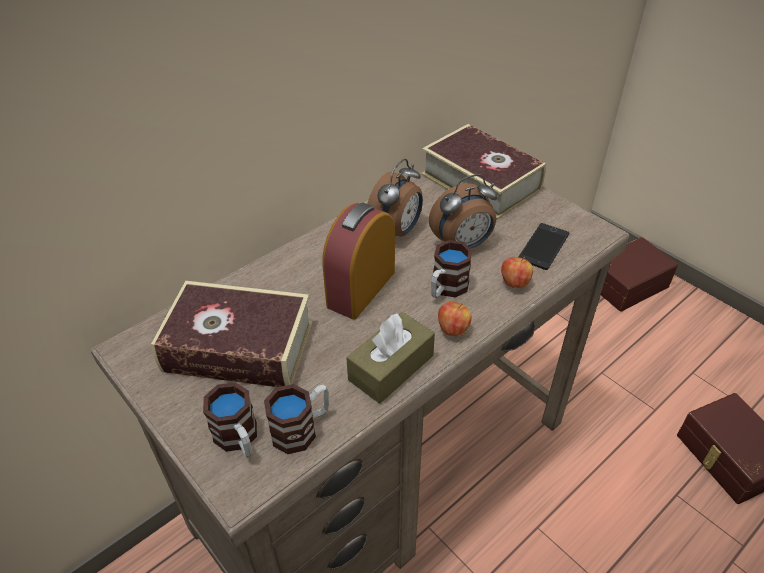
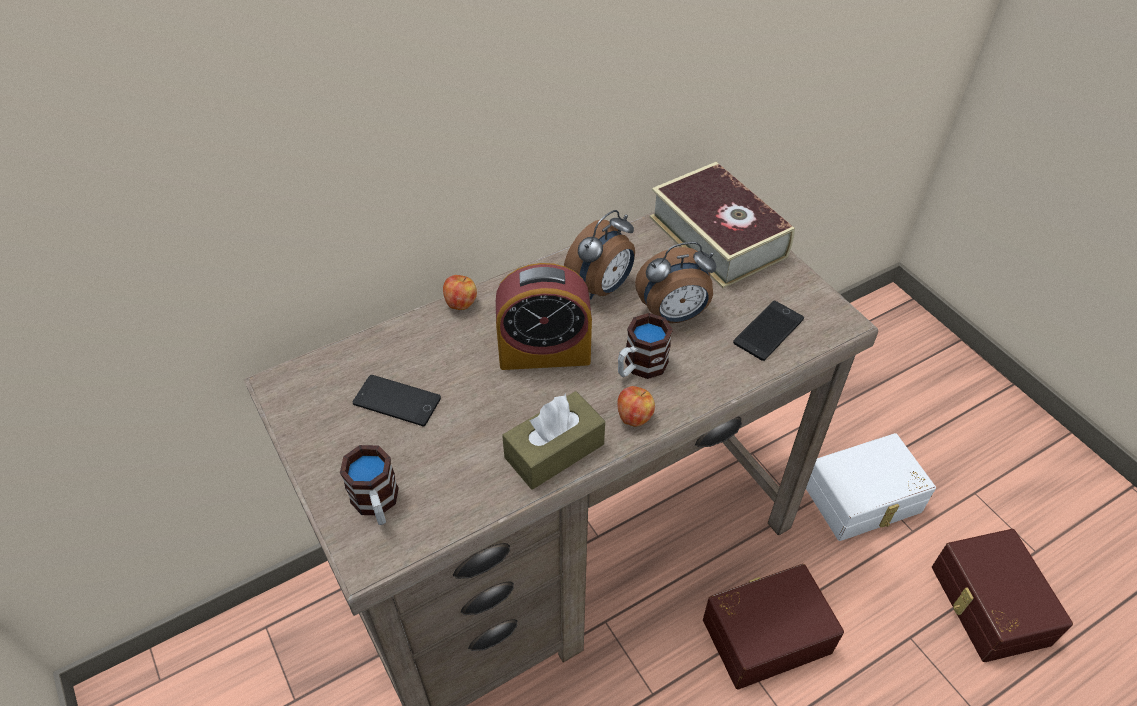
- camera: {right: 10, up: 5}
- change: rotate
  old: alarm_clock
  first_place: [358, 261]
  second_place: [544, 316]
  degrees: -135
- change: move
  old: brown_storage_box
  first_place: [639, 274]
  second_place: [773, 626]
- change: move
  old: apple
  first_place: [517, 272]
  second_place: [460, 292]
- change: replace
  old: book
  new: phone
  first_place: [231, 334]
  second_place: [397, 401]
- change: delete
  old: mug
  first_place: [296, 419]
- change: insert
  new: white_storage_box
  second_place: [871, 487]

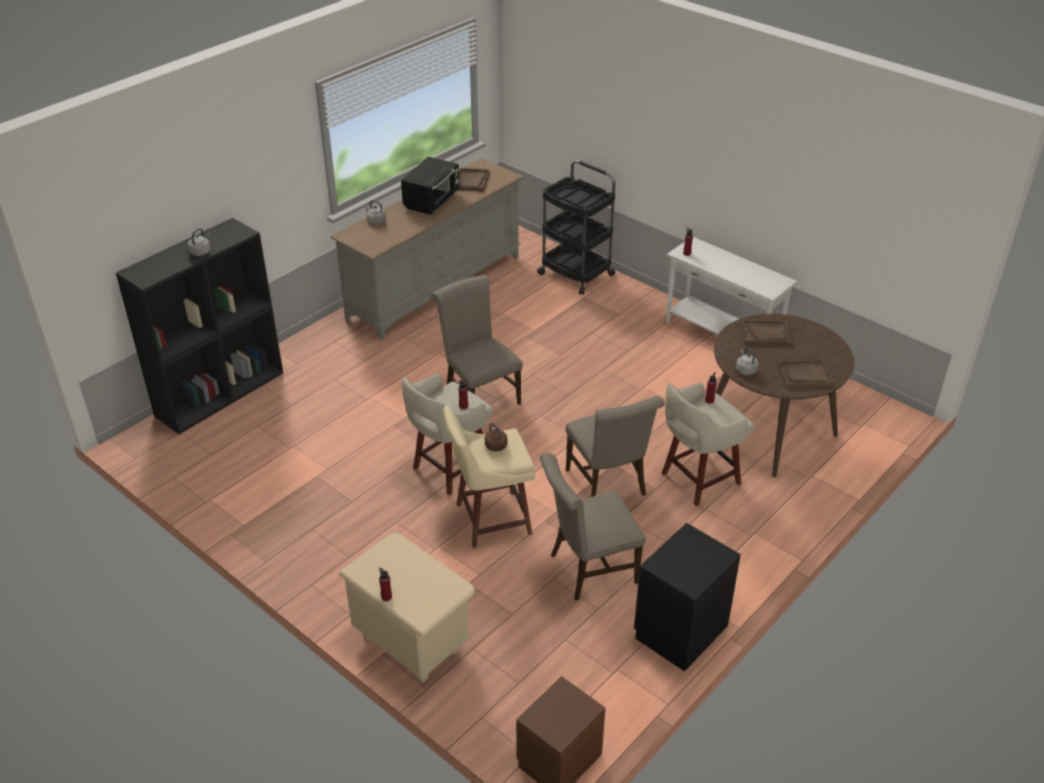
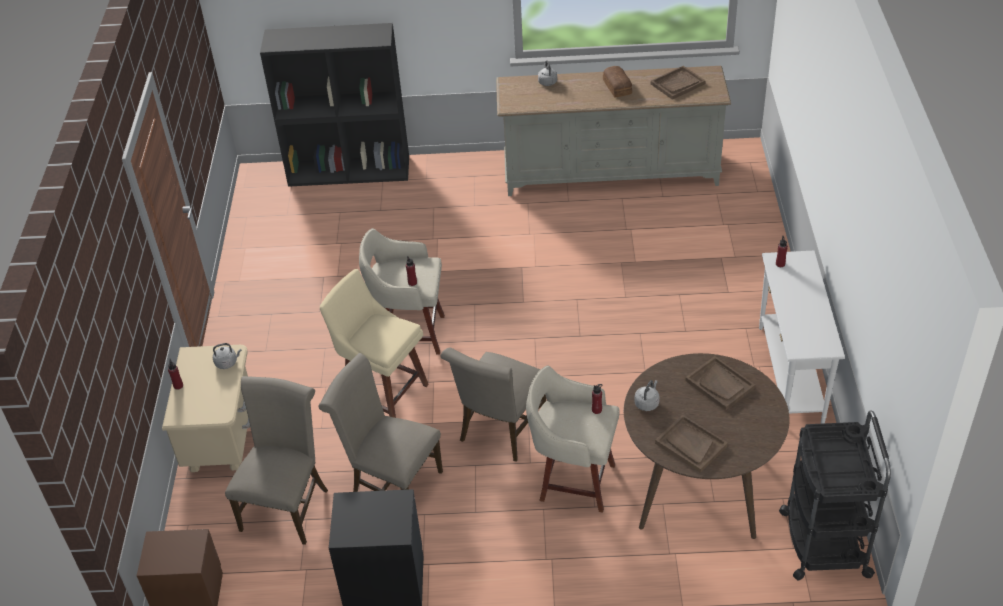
- camera: {right: 50, up: 5}
- change: replace
  old: black_microwave
  new: bread
  first_place: [430, 186]
  second_place: [617, 81]
- change: move
  old: black_cart
  first_place: [576, 227]
  second_place: [835, 496]
- change: move
  old: grey_kettle
  first_place: [199, 242]
  second_place: [227, 356]
- change: move
  old: beige_chair
  first_place: [476, 339]
  second_place: [276, 460]
- change: delete
  old: brown_kettle
  first_place: [496, 437]

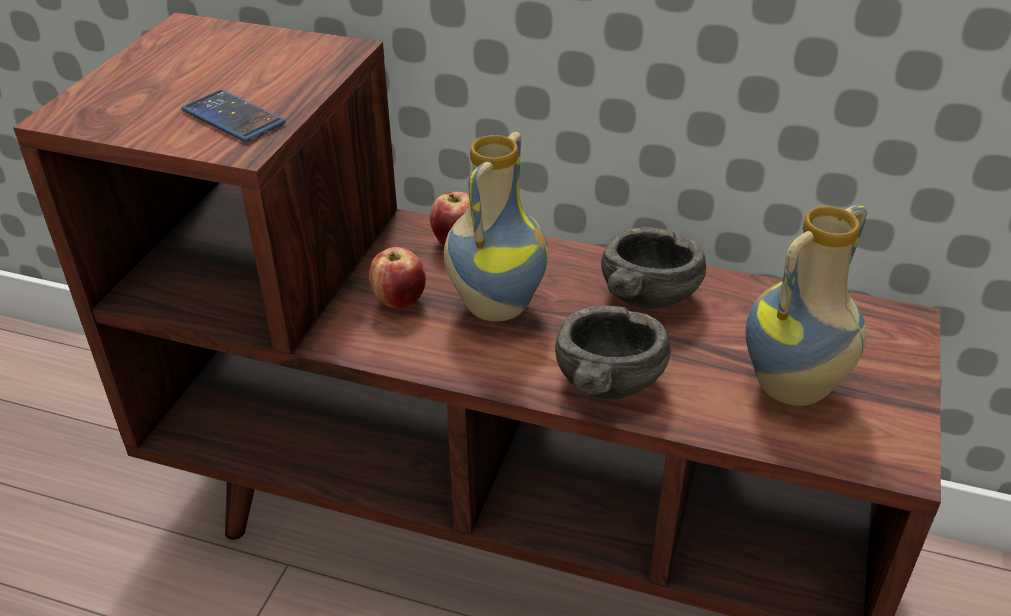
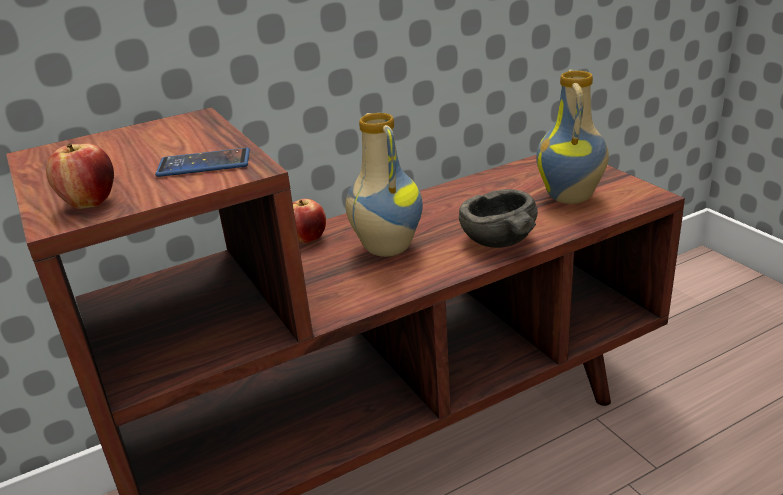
- camera: {right: -45, up: -10}
- change: delete
  old: grey_bowl
  first_place: [653, 268]
- change: move
  old: apple
  first_place: [397, 278]
  second_place: [80, 176]

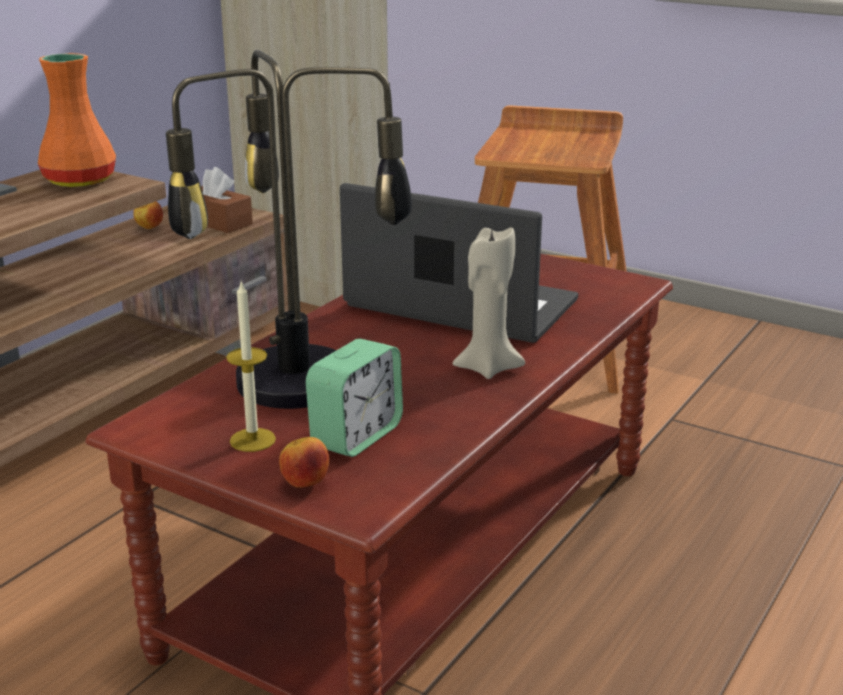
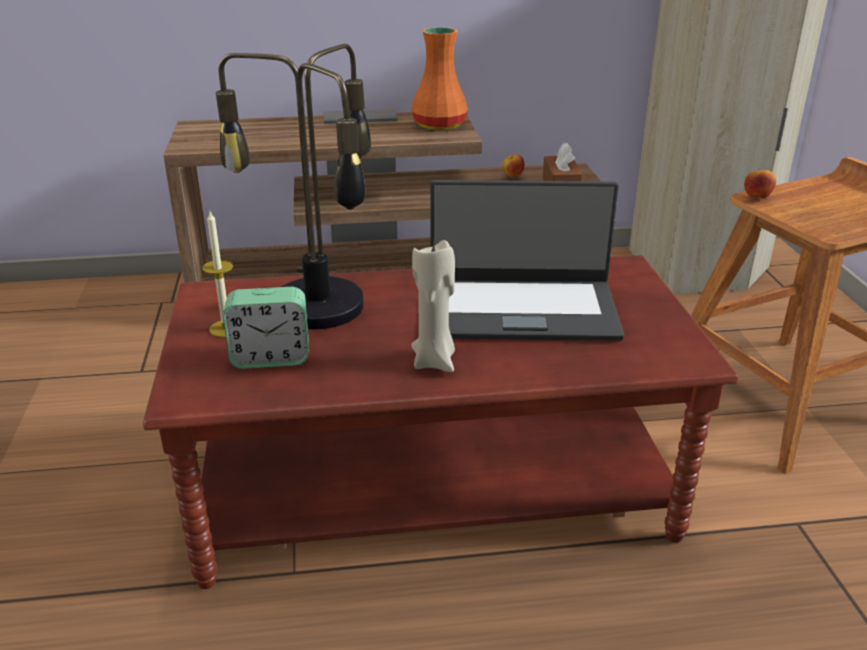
- camera: {right: 50, up: 5}
- change: rotate
  old: laptop
  first_place: [459, 263]
  second_place: [527, 260]
  degrees: 105
- change: move
  old: apple
  first_place: [304, 462]
  second_place: [760, 184]

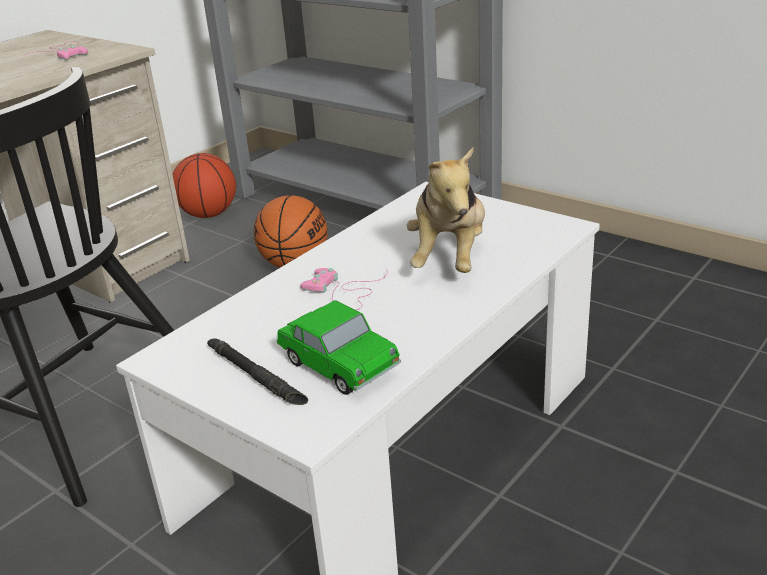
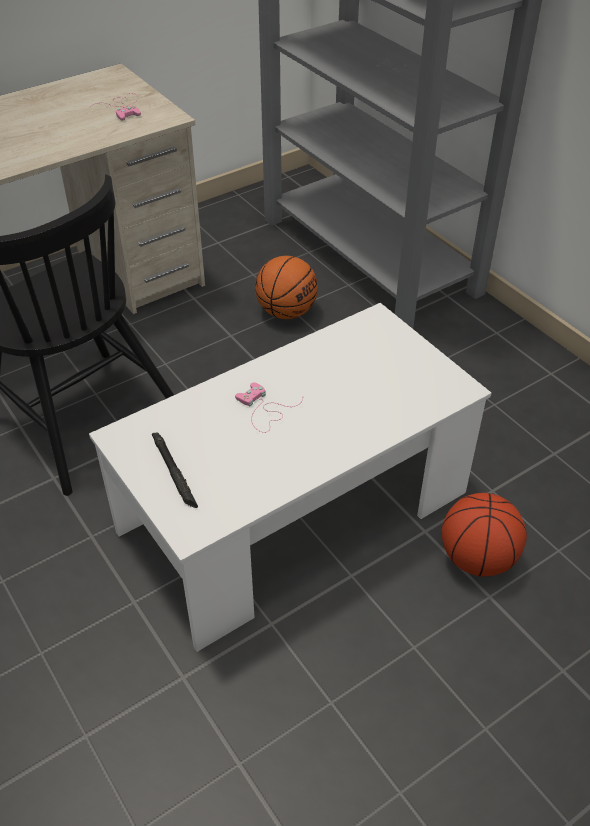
- camera: {right: 15, up: 15}
- change: delete
  old: plush_toy
  first_place: [446, 210]
- change: move
  old: basketball
  first_place: [204, 185]
  second_place: [484, 535]
- change: delete
  old: toy_car
  first_place: [339, 347]

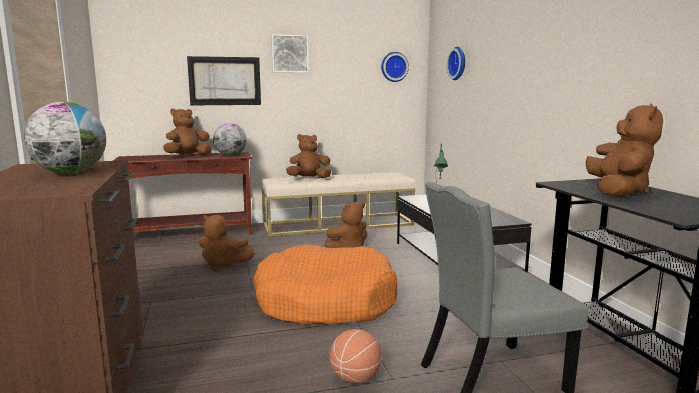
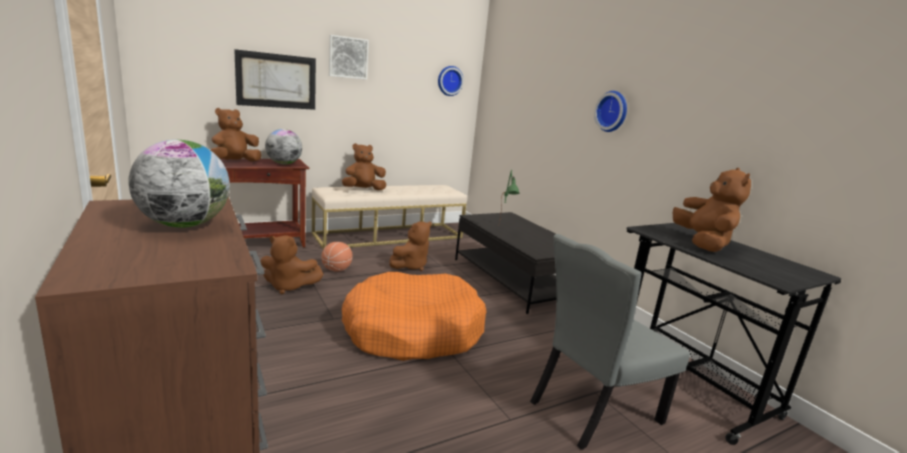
- camera: {right: -15, up: 5}
- change: move
  old: wall_clock
  first_place: [456, 63]
  second_place: [610, 111]
- change: move
  old: basketball
  first_place: [356, 356]
  second_place: [336, 257]

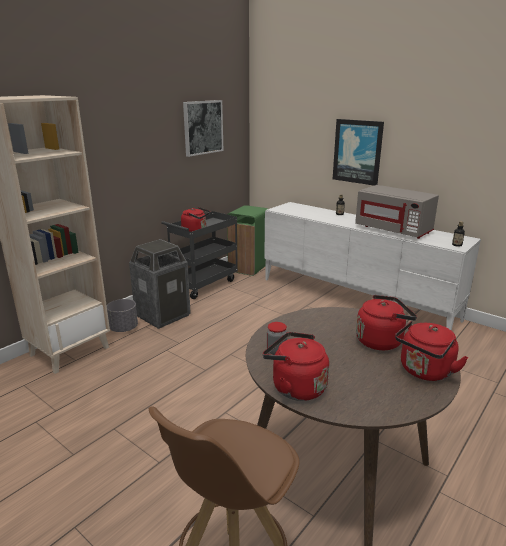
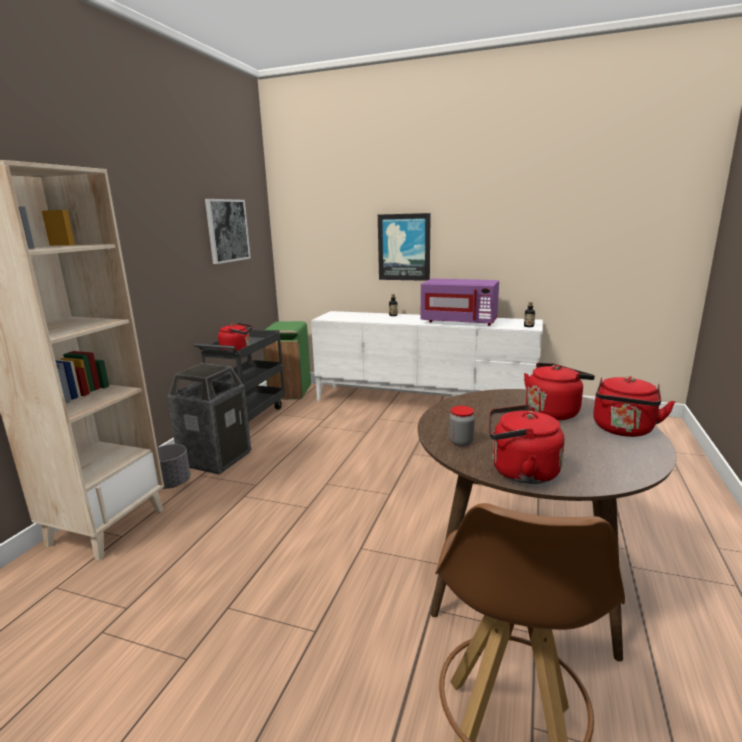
- camera: {right: -20, up: -5}
- change: recolor
  old: grey_microwave
  new: purple_microwave
  first_place: [397, 212]
  second_place: [460, 302]

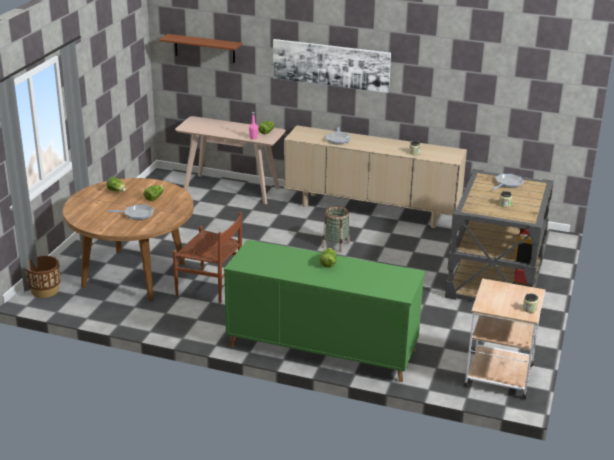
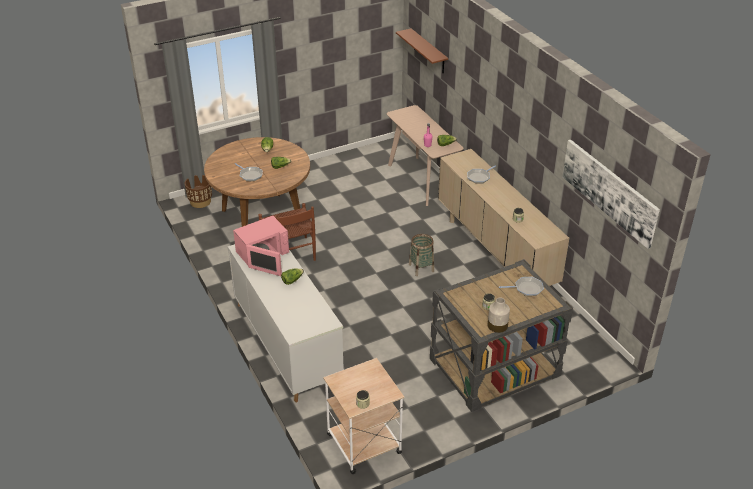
- camera: {right: 45, up: 10}
- change: move
  old: picture
  first_place: [332, 66]
  second_place: [611, 194]
- change: recolor
  old: green_dresser
  new: white_dresser
  first_place: [324, 311]
  second_place: [286, 323]
- change: insert
  new: pink_microwave
  second_place: [261, 246]
- change: insert
  new: beige_vase
  second_place: [498, 315]

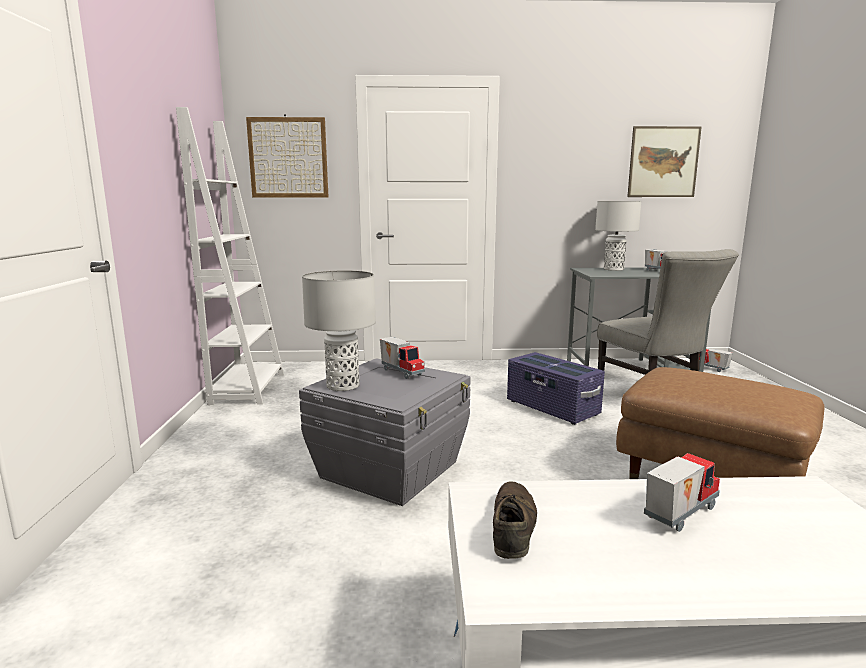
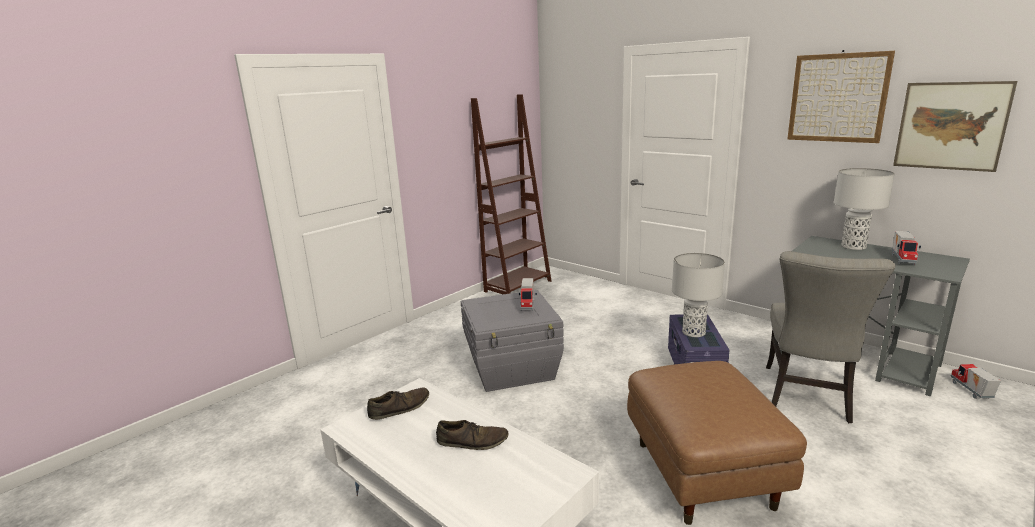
- camera: {right: 45, up: 5}
- change: recolor
  old: white_bookcase
  new: brown_bookcase
  first_place: [230, 256]
  second_place: [511, 194]
- change: move
  old: picture
  first_place: [287, 155]
  second_place: [841, 96]
- change: move
  old: white_table_lamp
  first_place: [339, 330]
  second_place: [698, 295]
- change: replace
  old: toy_truck
  new: brown_shoe
  first_place: [682, 492]
  second_place: [472, 435]

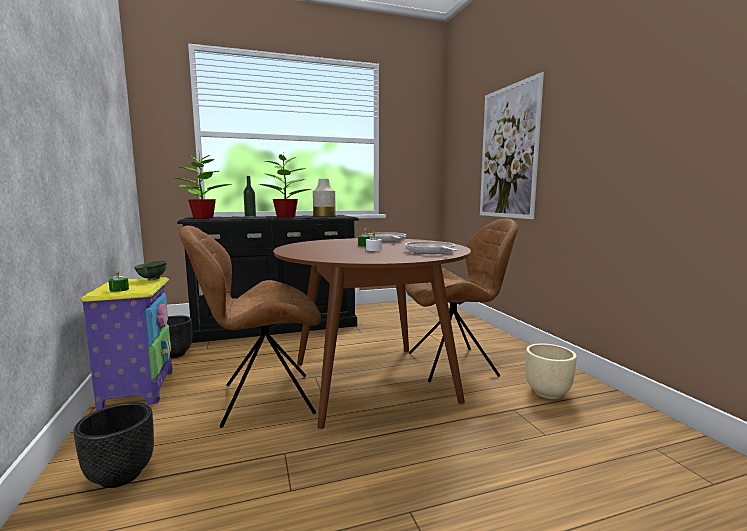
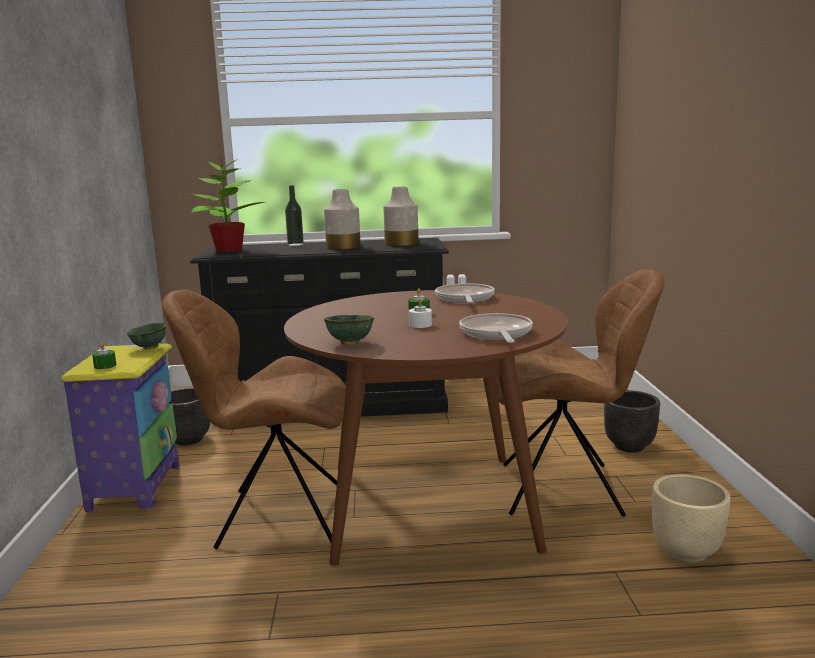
- camera: {right: 15, up: 5}
- change: delete
  old: picture
  first_place: [512, 145]
- change: replace
  old: potted_plant
  new: beige_vase
  first_place: [285, 185]
  second_place: [342, 219]
- change: move
  old: black_planter
  first_place: [114, 445]
  second_place: [632, 421]
- change: insert
  new: green_bowl
  second_place: [349, 330]

